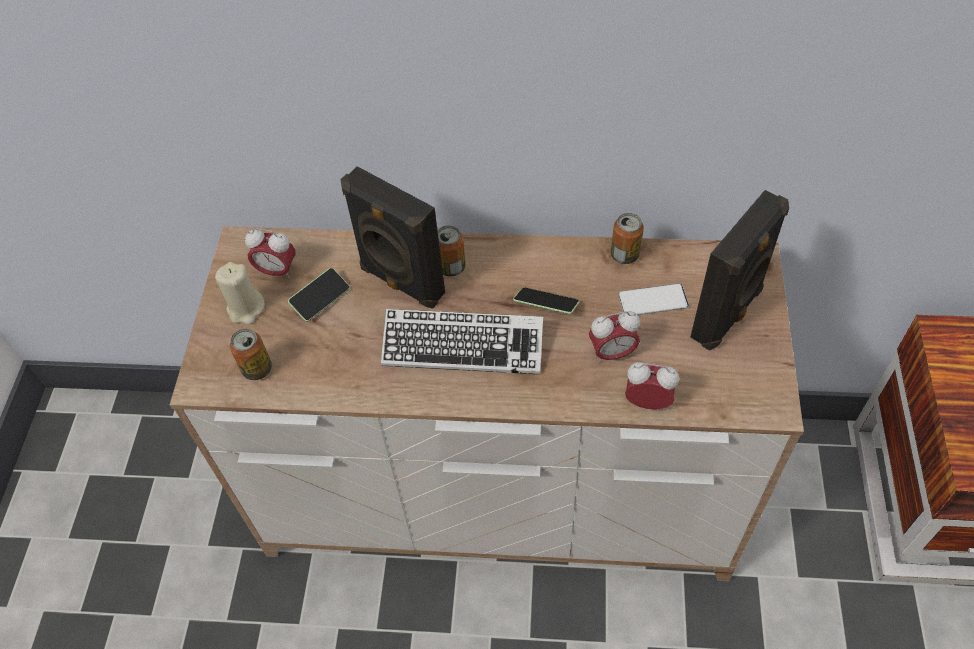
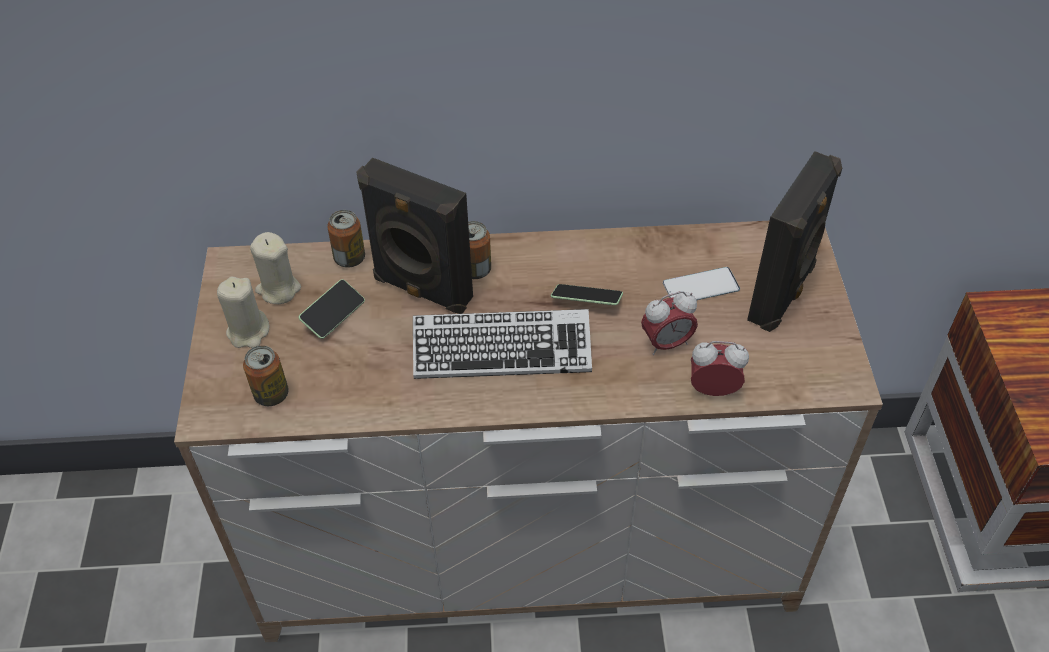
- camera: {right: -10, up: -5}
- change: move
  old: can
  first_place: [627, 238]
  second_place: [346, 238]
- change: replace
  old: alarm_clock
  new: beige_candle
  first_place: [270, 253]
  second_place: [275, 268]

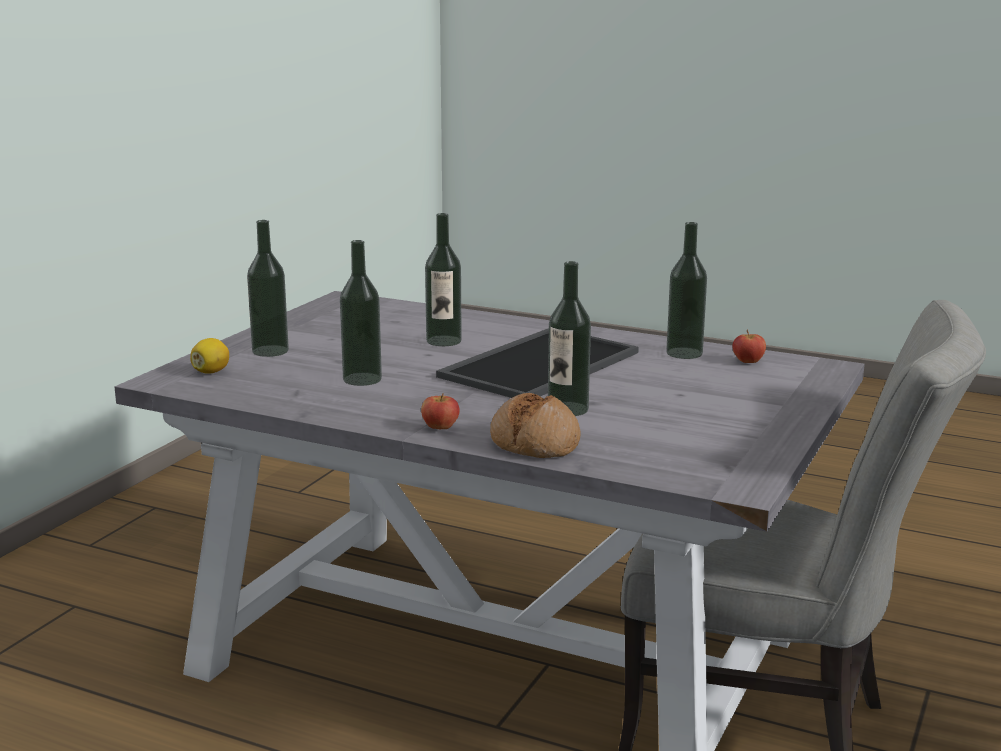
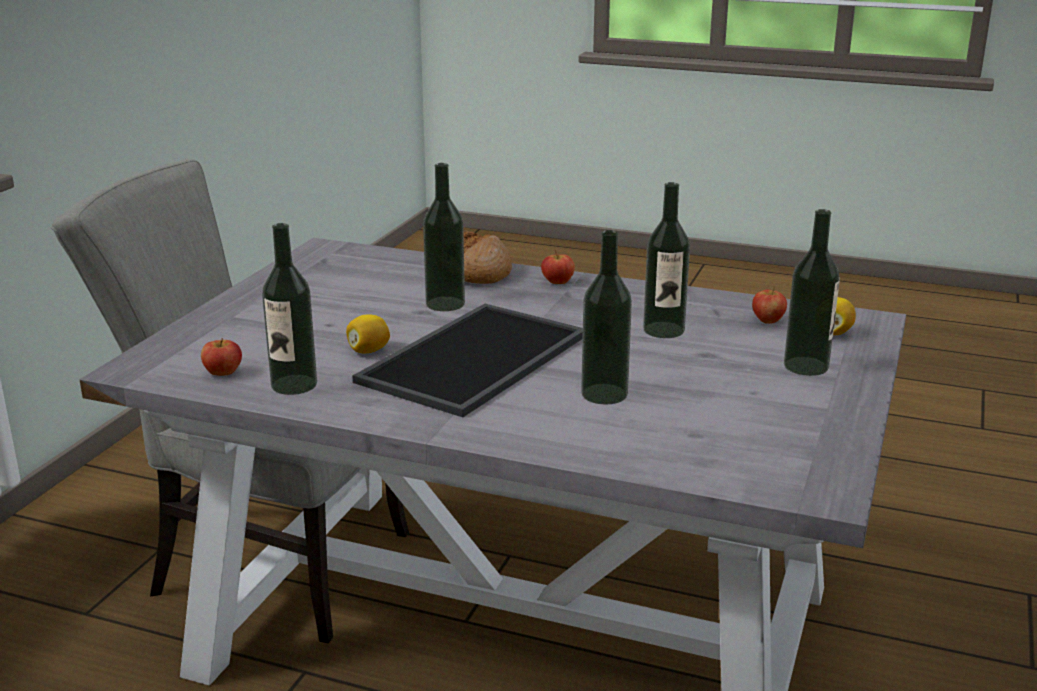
- camera: {right: 175, up: 5}
- change: insert
  new: apple
  second_place: [769, 305]
- change: insert
  new: lemon
  second_place: [368, 333]

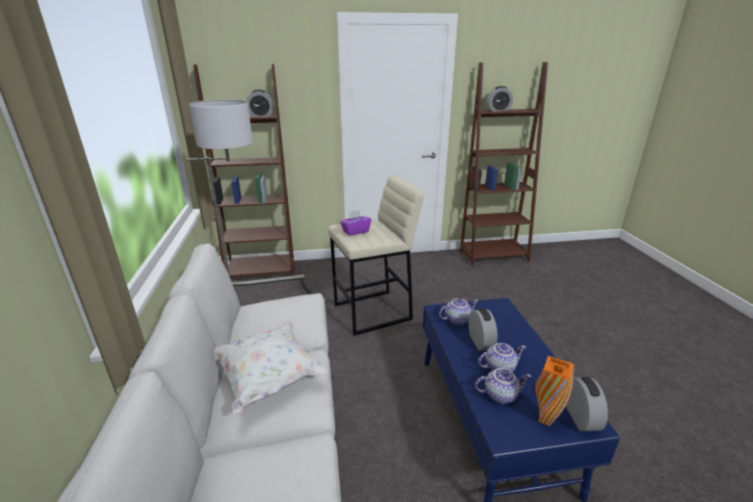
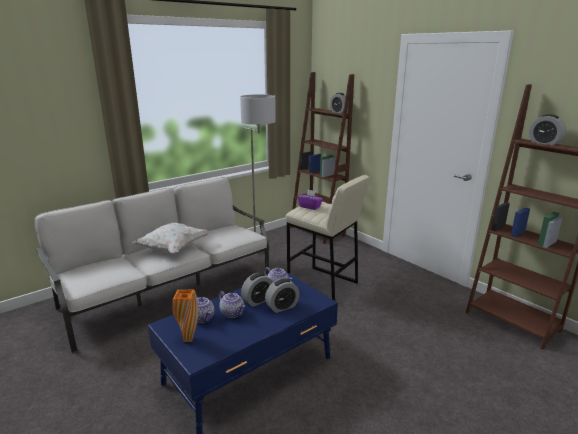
- camera: {right: 60, up: -5}
- change: move
  old: alarm_clock
  first_place: [587, 404]
  second_place: [282, 295]

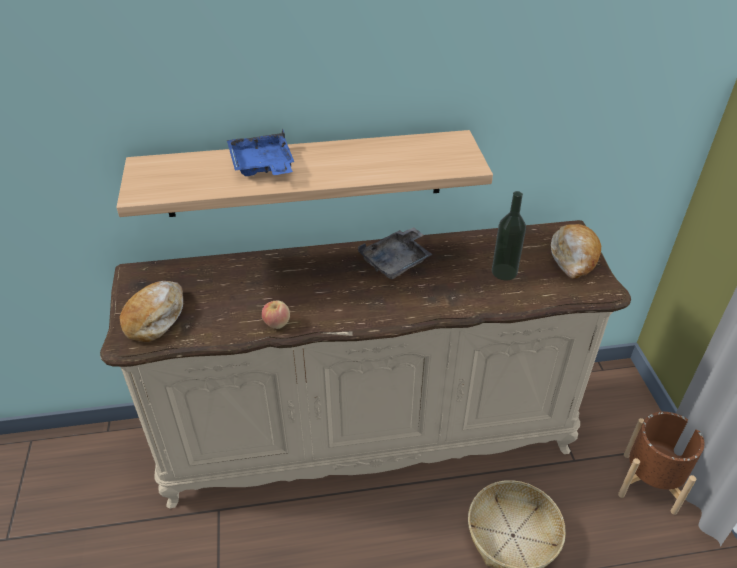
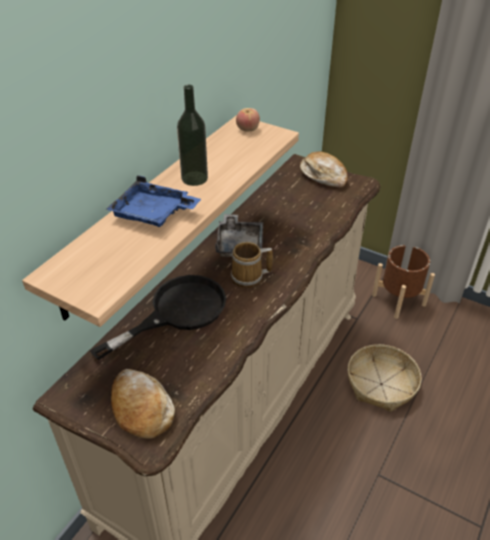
- camera: {right: -50, up: 0}
- change: move
  old: bottle
  first_place: [509, 235]
  second_place: [192, 135]
- change: move
  old: apple
  first_place: [276, 315]
  second_place: [248, 119]
- change: insert
  new: mug
  second_place: [252, 265]
- change: insert
  new: black_frying_pan
  second_place: [158, 317]

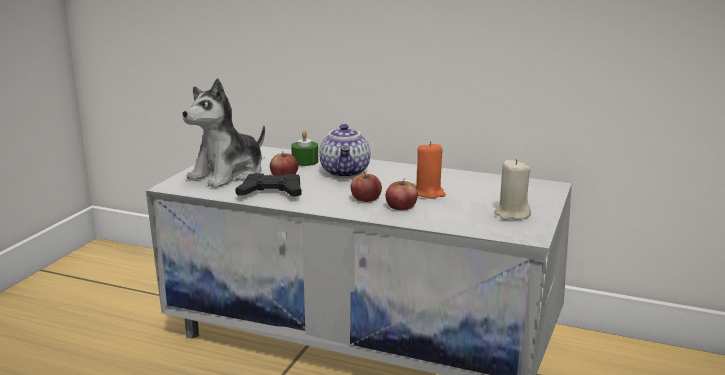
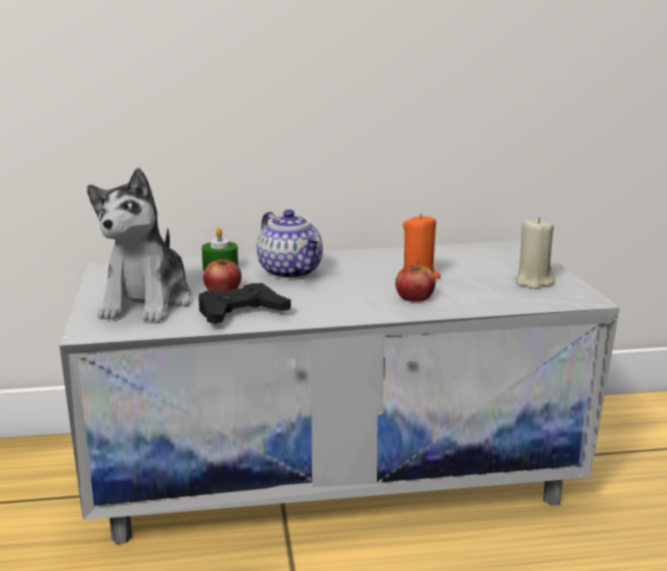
- camera: {right: -30, up: 0}
- change: delete
  old: apple
  first_place: [366, 187]

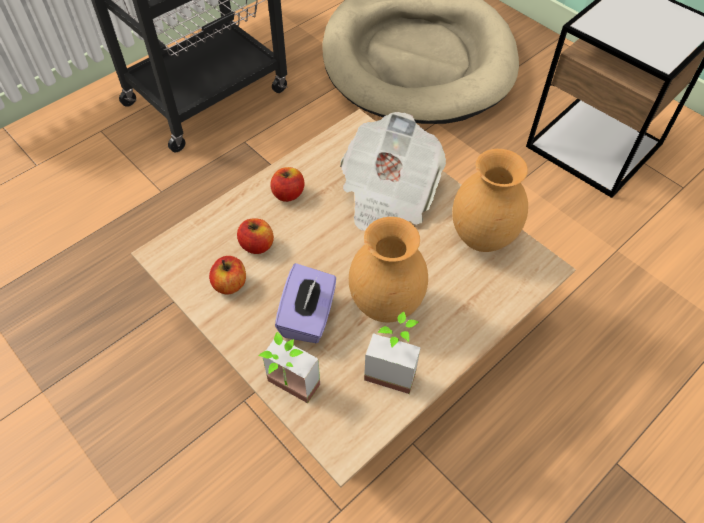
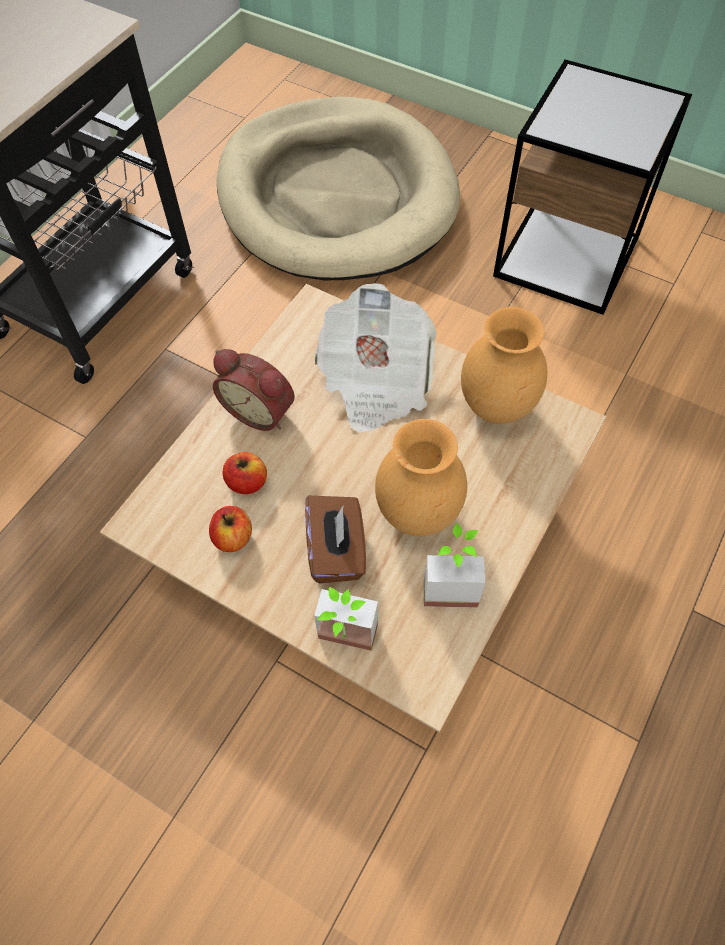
- camera: {right: -15, up: 5}
- change: replace
  old: apple
  new: alarm_clock
  first_place: [287, 184]
  second_place: [254, 390]
- change: recolor
  old: purple_tissue_box
  new: brown_tissue_box
  first_place: [305, 303]
  second_place: [335, 540]

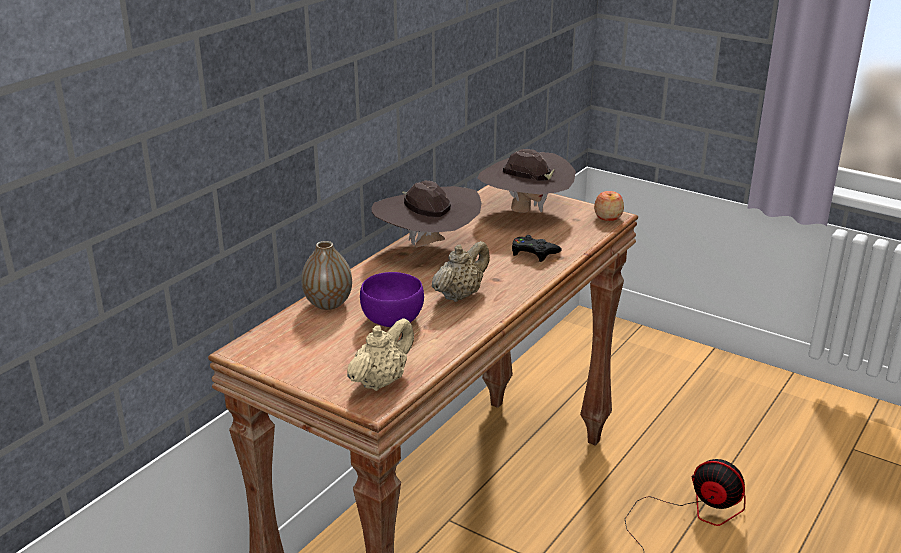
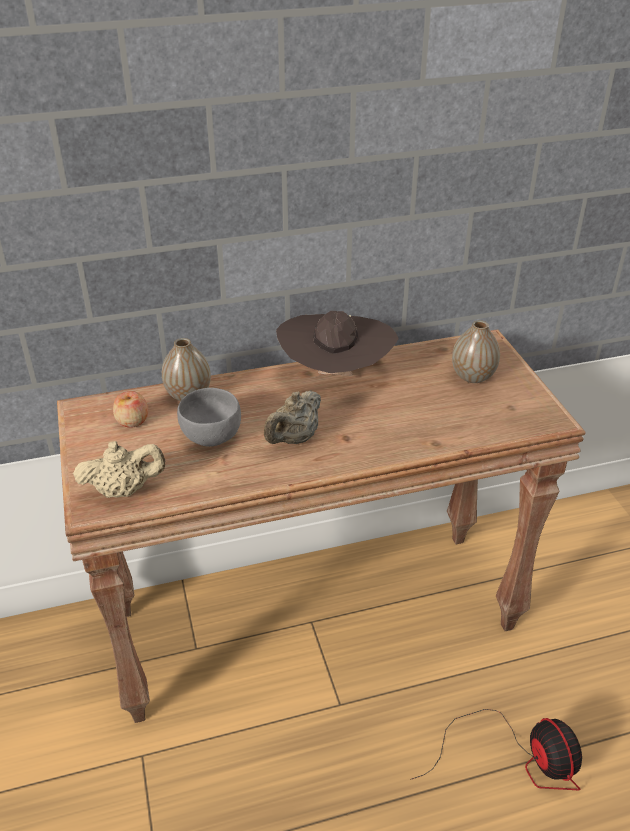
- camera: {right: 40, up: 10}
- change: replace
  old: brown_hat
  new: vase
  first_place: [526, 181]
  second_place: [476, 351]
- change: move
  old: apple
  first_place: [609, 206]
  second_place: [130, 409]
- change: delete
  old: black_game_controller
  first_place: [537, 248]
- change: rotate
  old: beige_teapot
  first_place: [461, 271]
  second_place: [292, 417]
  degrees: 135
- change: recolor
  old: purple_bowl
  new: grey_bowl
  first_place: [392, 299]
  second_place: [209, 417]

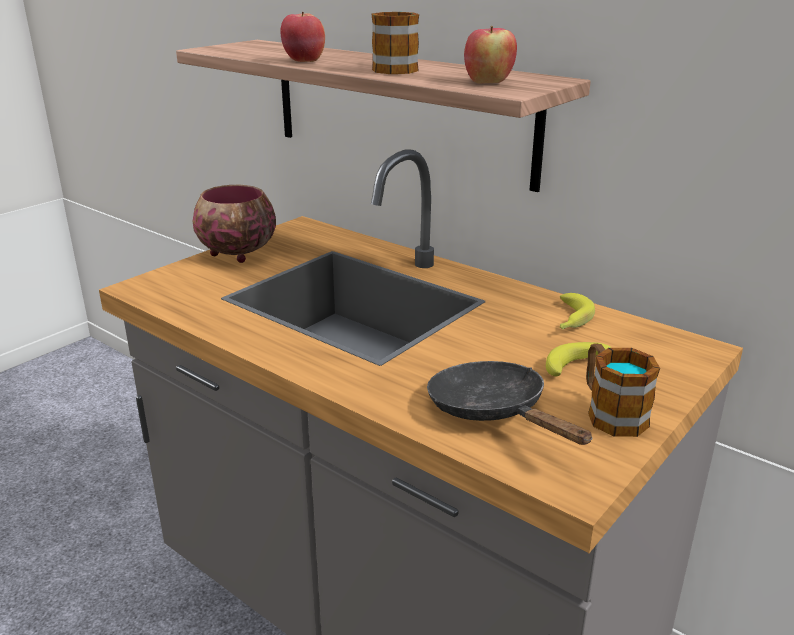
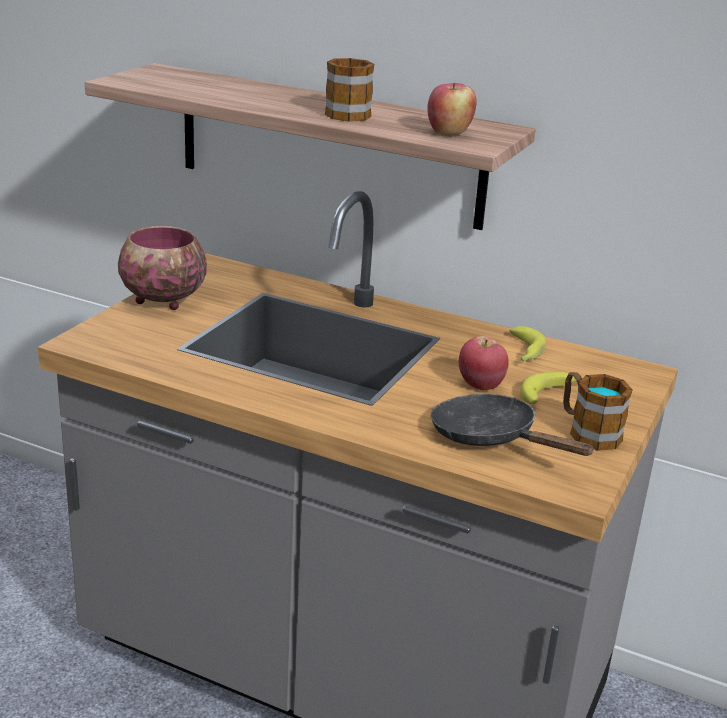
- camera: {right: -15, up: 0}
- change: move
  old: apple
  first_place: [302, 37]
  second_place: [484, 363]

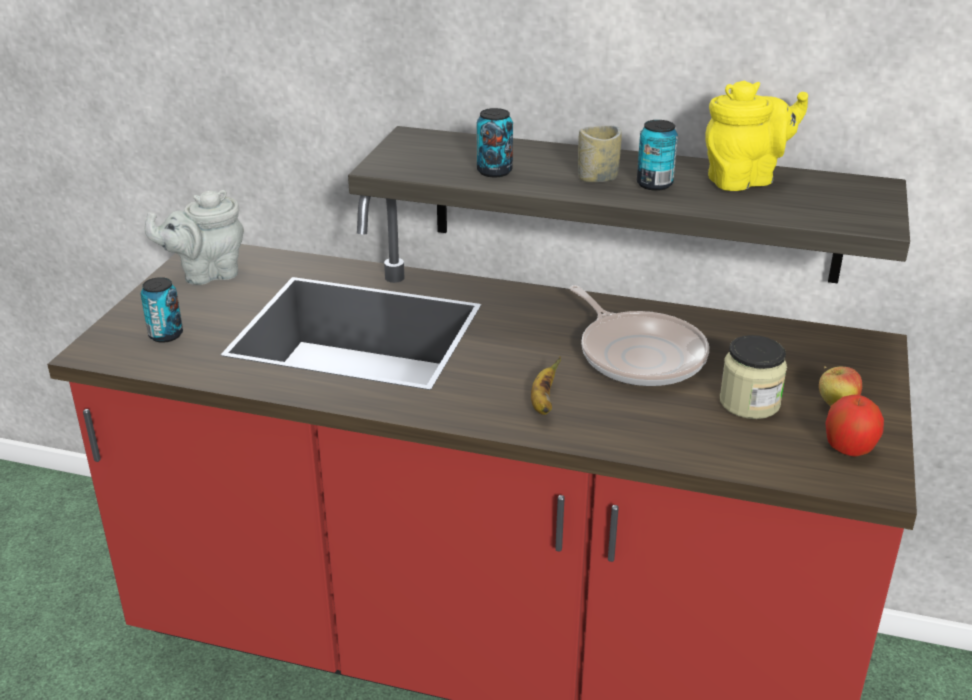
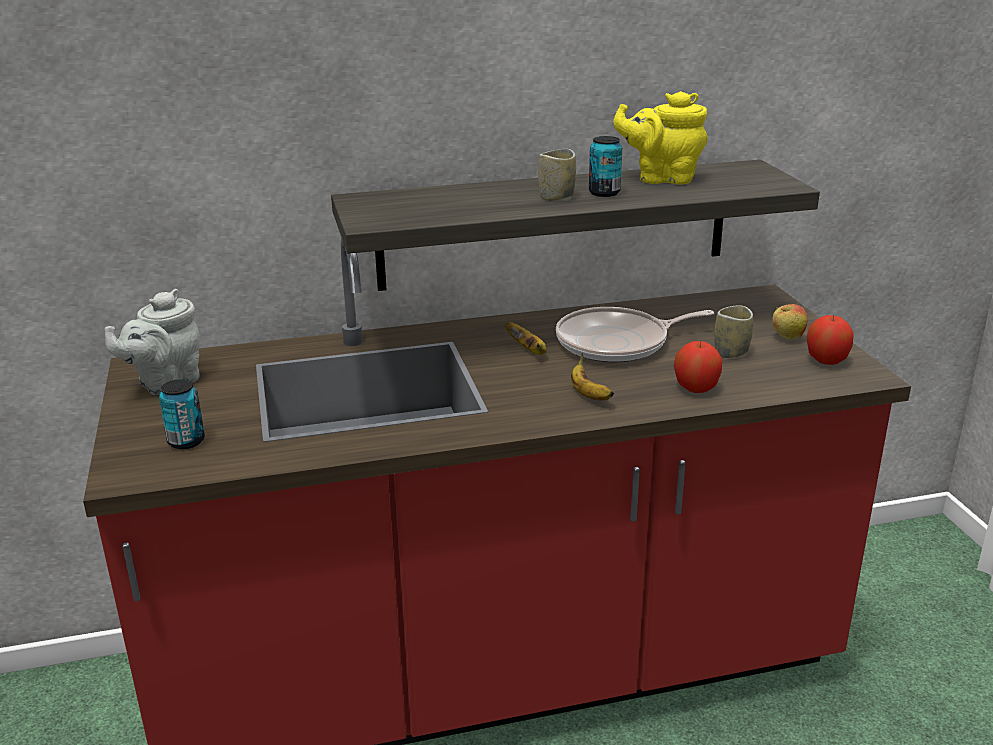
- camera: {right: -30, up: -5}
- change: rotate
  old: yellow_teapot
  first_place: [756, 135]
  second_place: [660, 138]
  degrees: -120
- change: delete
  old: can
  first_place: [495, 142]
- change: rotate
  old: frying_pan
  first_place: [639, 335]
  second_place: [635, 334]
  degrees: 135
- change: replace
  old: jar
  new: cup
  first_place: [753, 377]
  second_place: [733, 331]
- change: insert
  new: banana
  second_place: [526, 338]
- change: insert
  new: apple
  second_place: [698, 367]

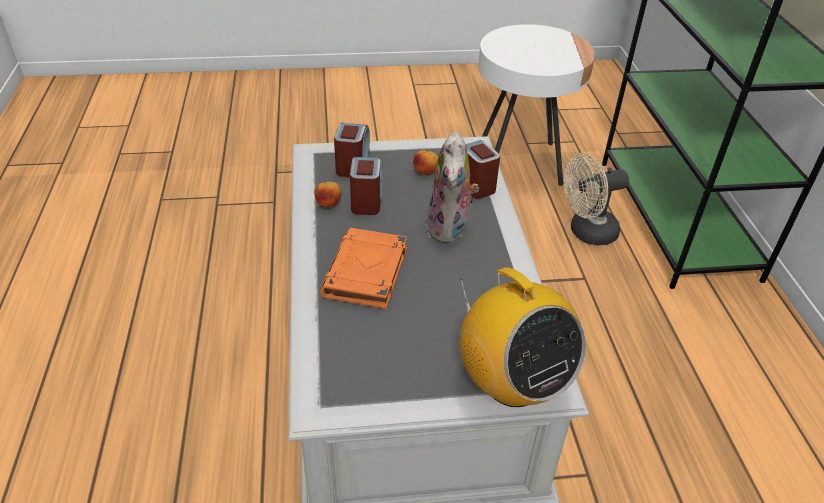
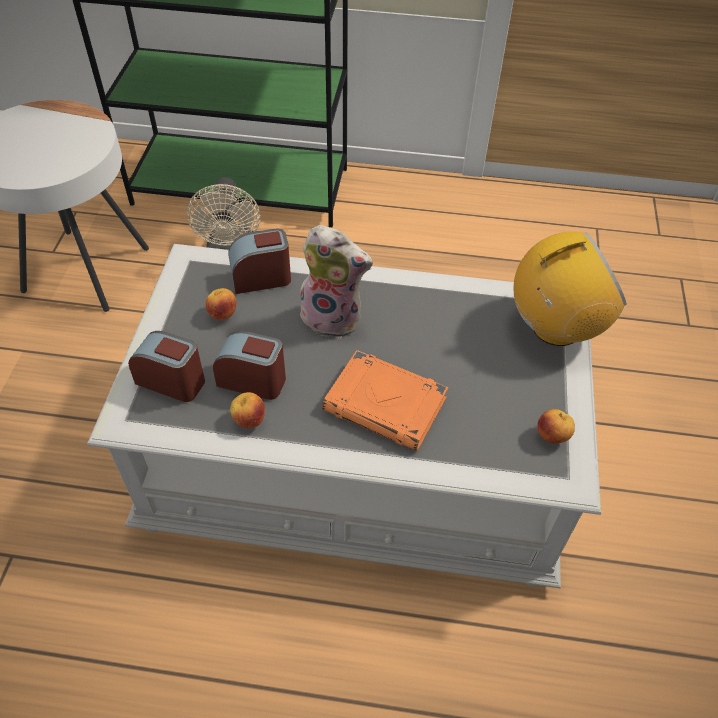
- camera: {right: -75, up: 10}
- change: insert
  new: apple
  second_place: [556, 426]

